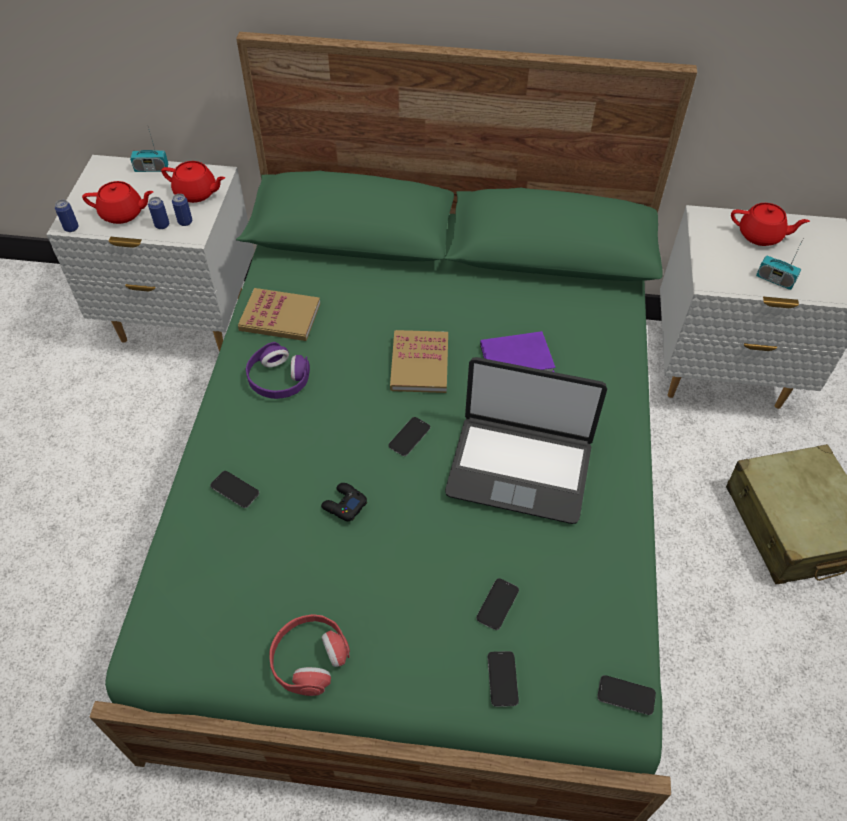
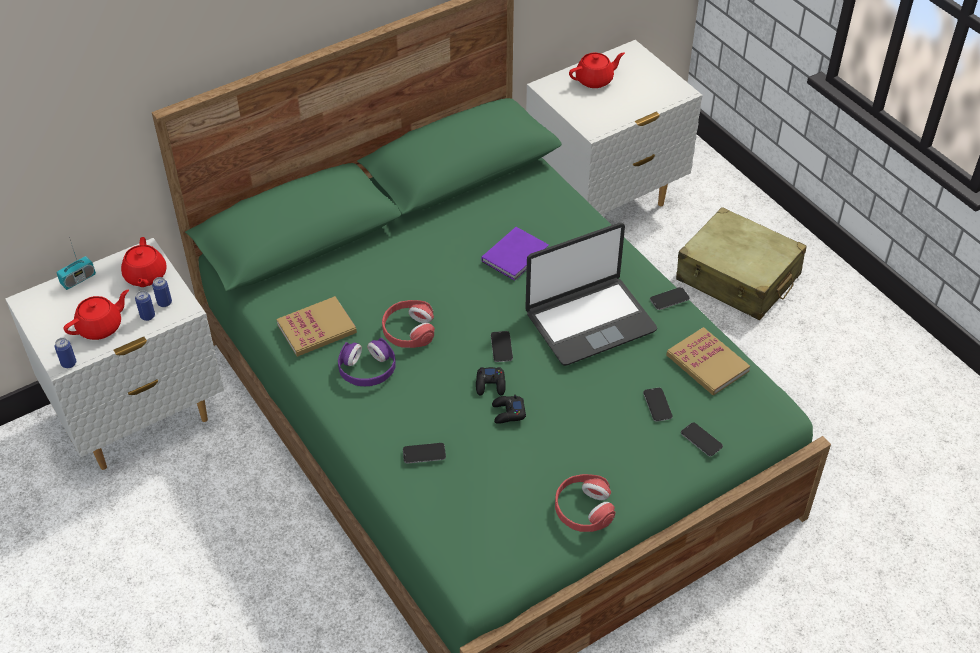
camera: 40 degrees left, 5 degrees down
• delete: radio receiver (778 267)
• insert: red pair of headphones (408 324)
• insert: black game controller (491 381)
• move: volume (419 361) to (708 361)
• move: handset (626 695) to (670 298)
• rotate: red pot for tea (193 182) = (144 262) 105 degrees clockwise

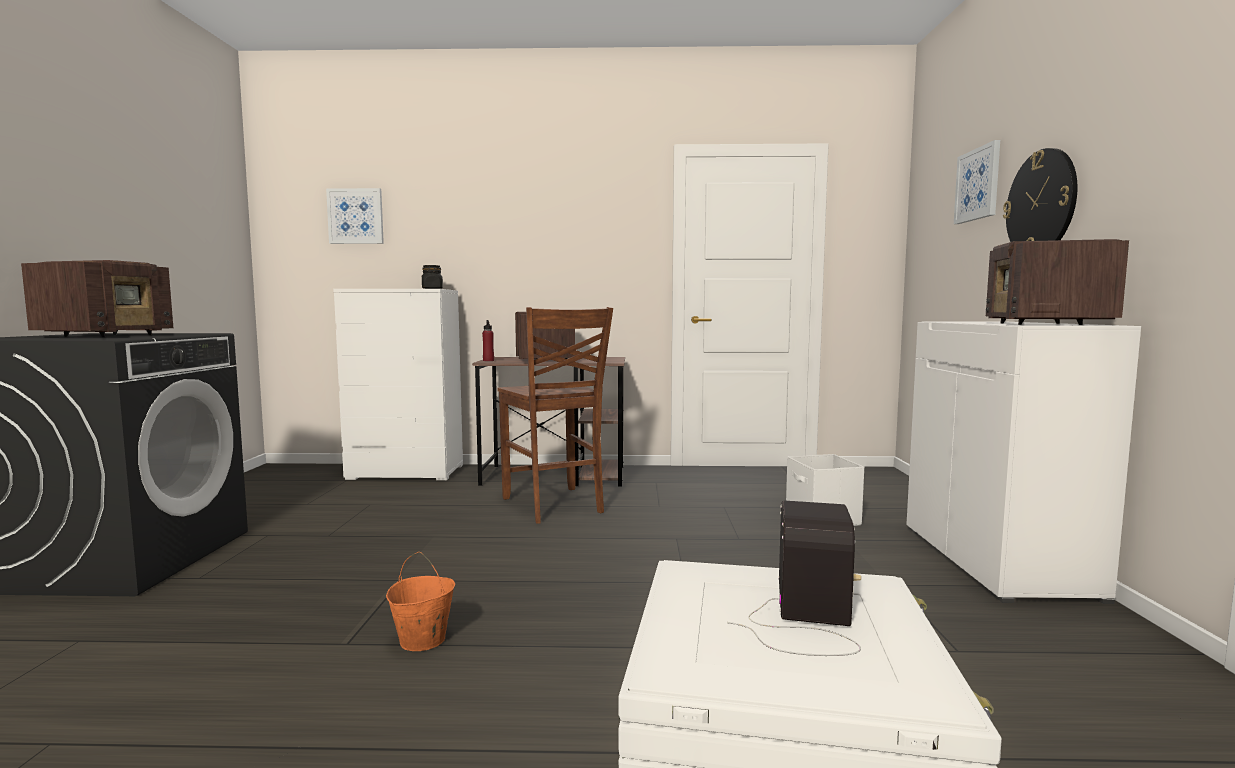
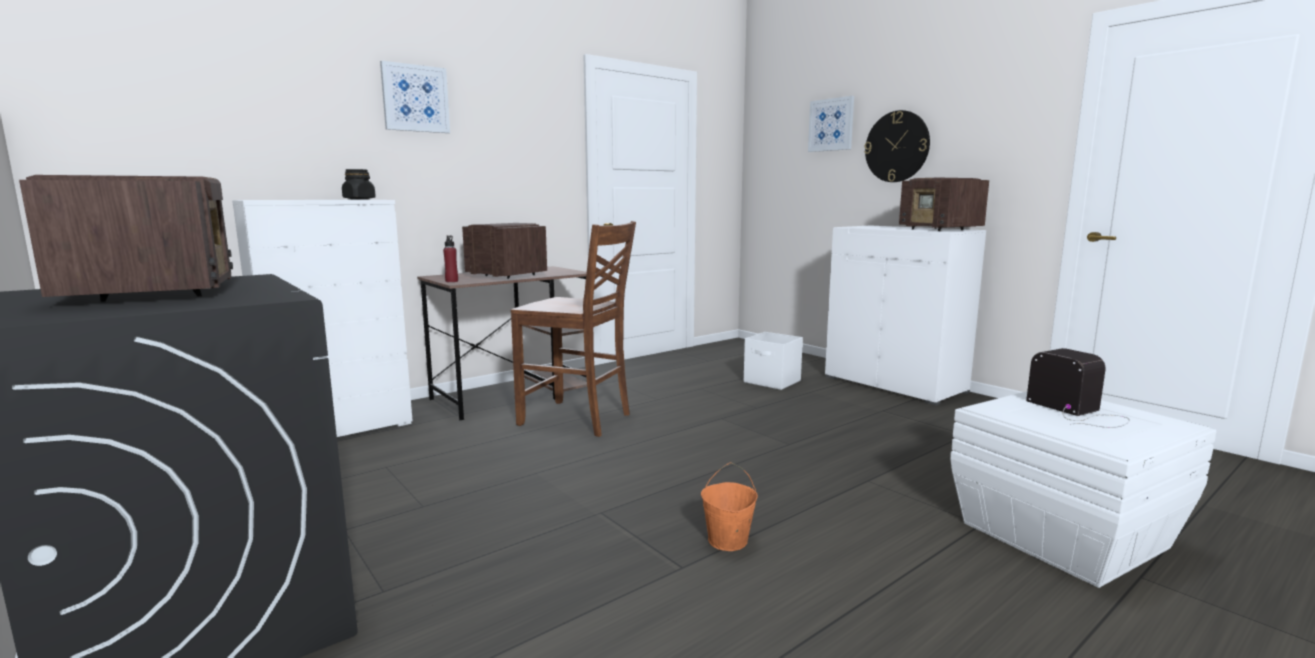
camera: 40 degrees left, 5 degrees up
• move: wall picture (355 216) to (415 97)

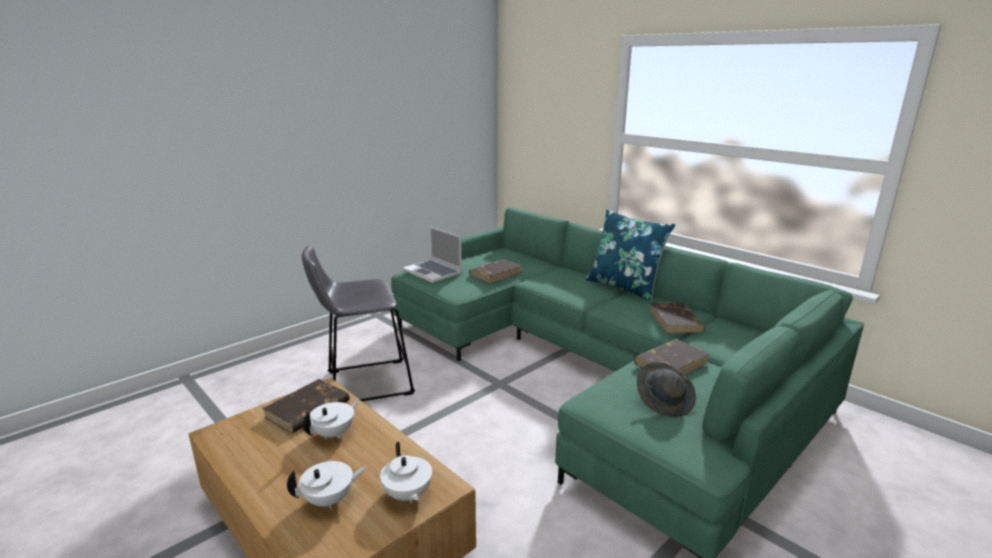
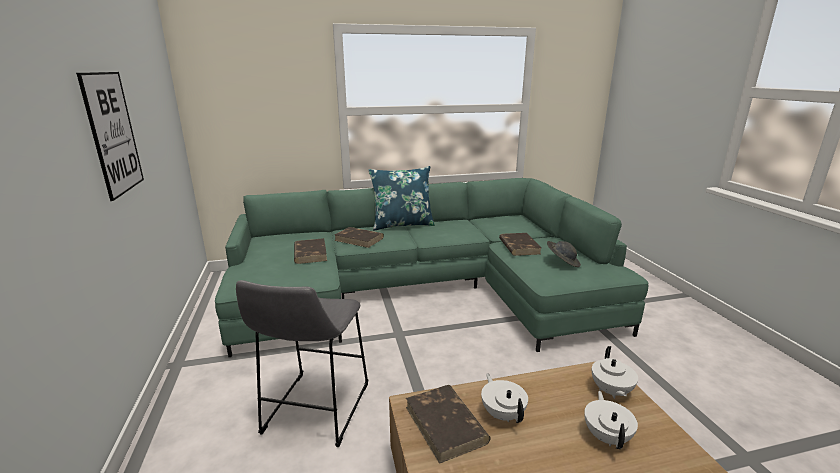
camera: 60 degrees left, 0 degrees up
• delete: laptop (432 254)
• insert: wall picture (110 136)
• move: brown volume (677 317) to (359 237)
• rotate: whitish pot for tea (406 473) = (615 372) 90 degrees clockwise

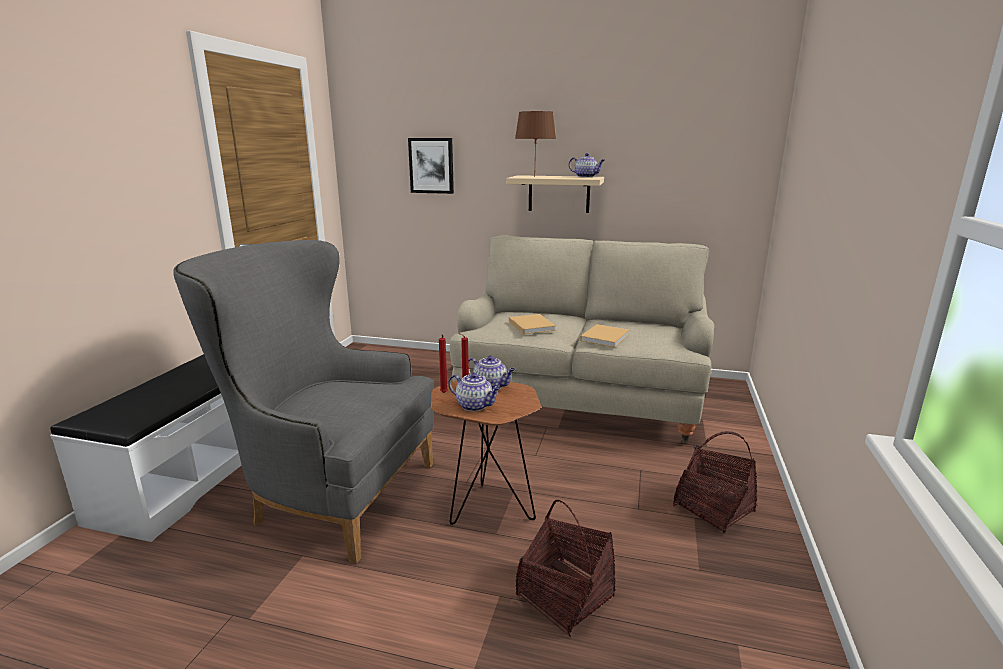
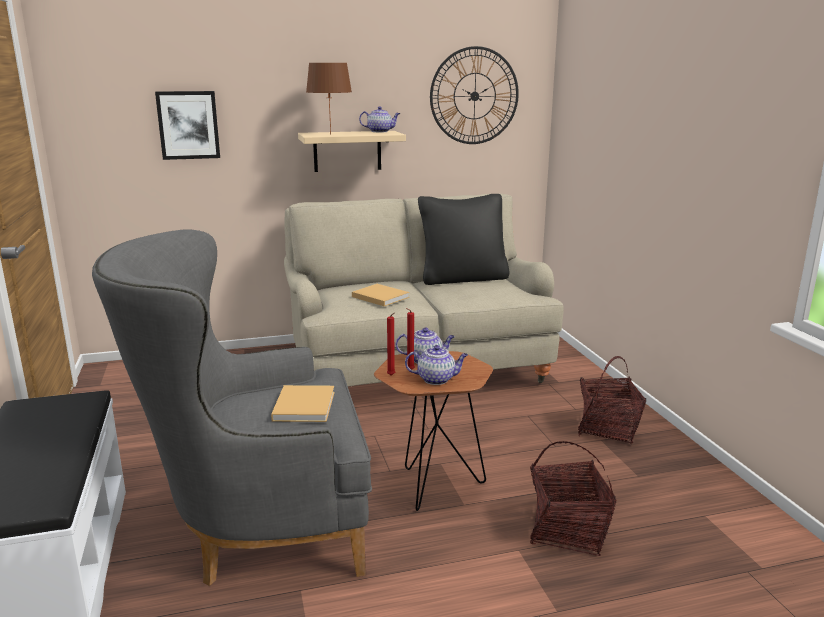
camera: 30 degrees left, 0 degrees up
• insert: black throw pillow (464 239)
• insert: clock on the wall (474 95)
• move: sand-coloured volume (604 335) to (303 403)

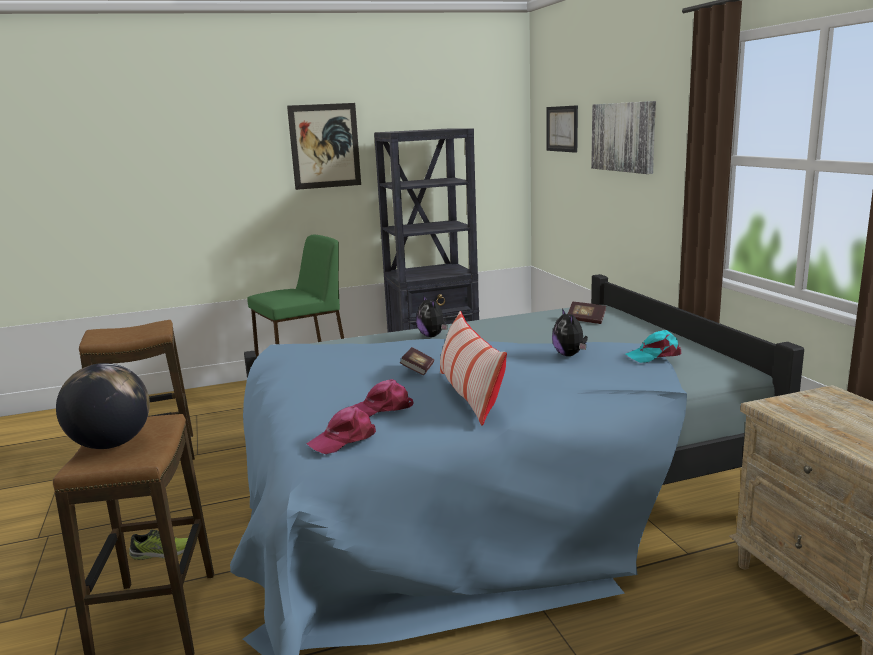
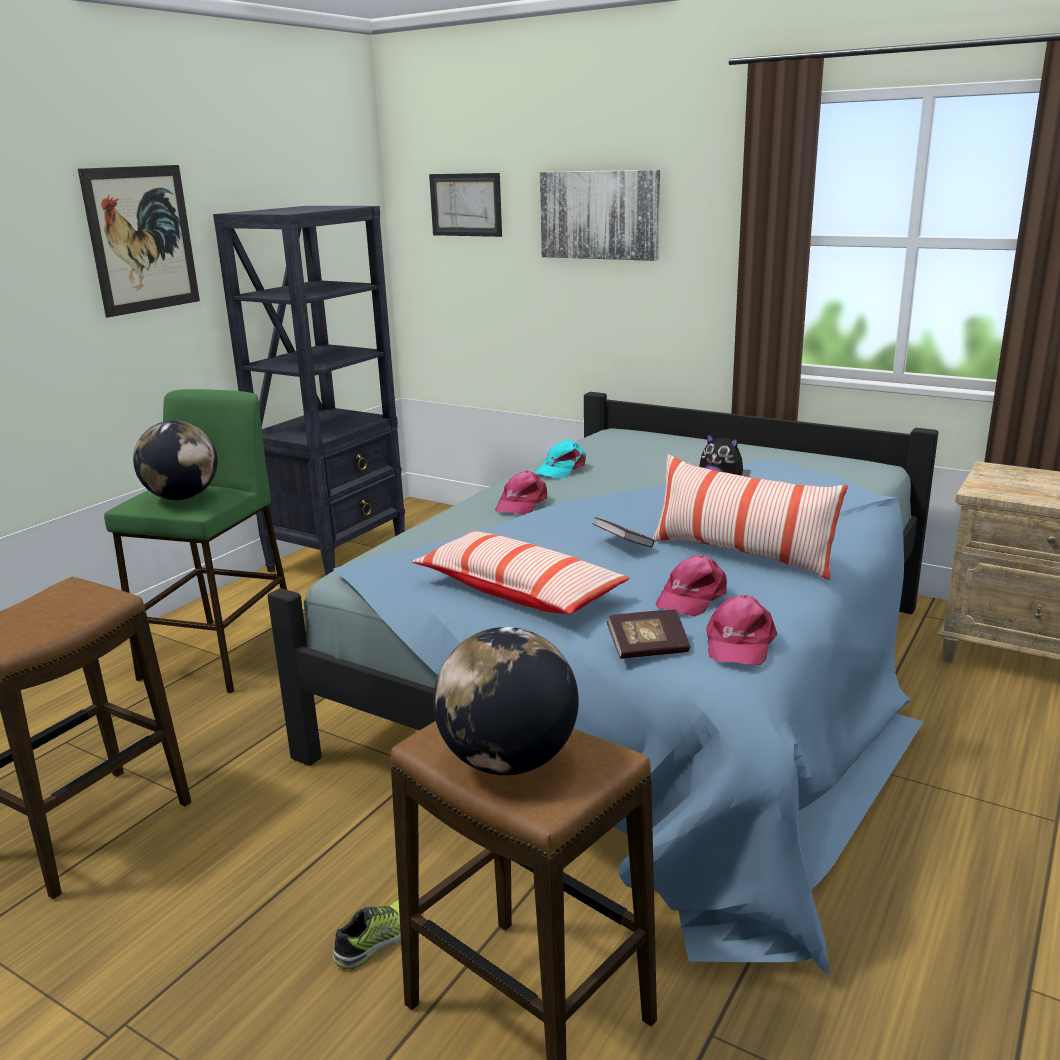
camera: 40 degrees left, 5 degrees up
• insert: desk globe (175 460)
• insert: throw pillow (521 572)
• move: volume (587 313) to (648 634)
• move: blue-green cap (653 346) to (560 459)
• replace: plush toy (431 316) to pink-coloured cap (521 492)

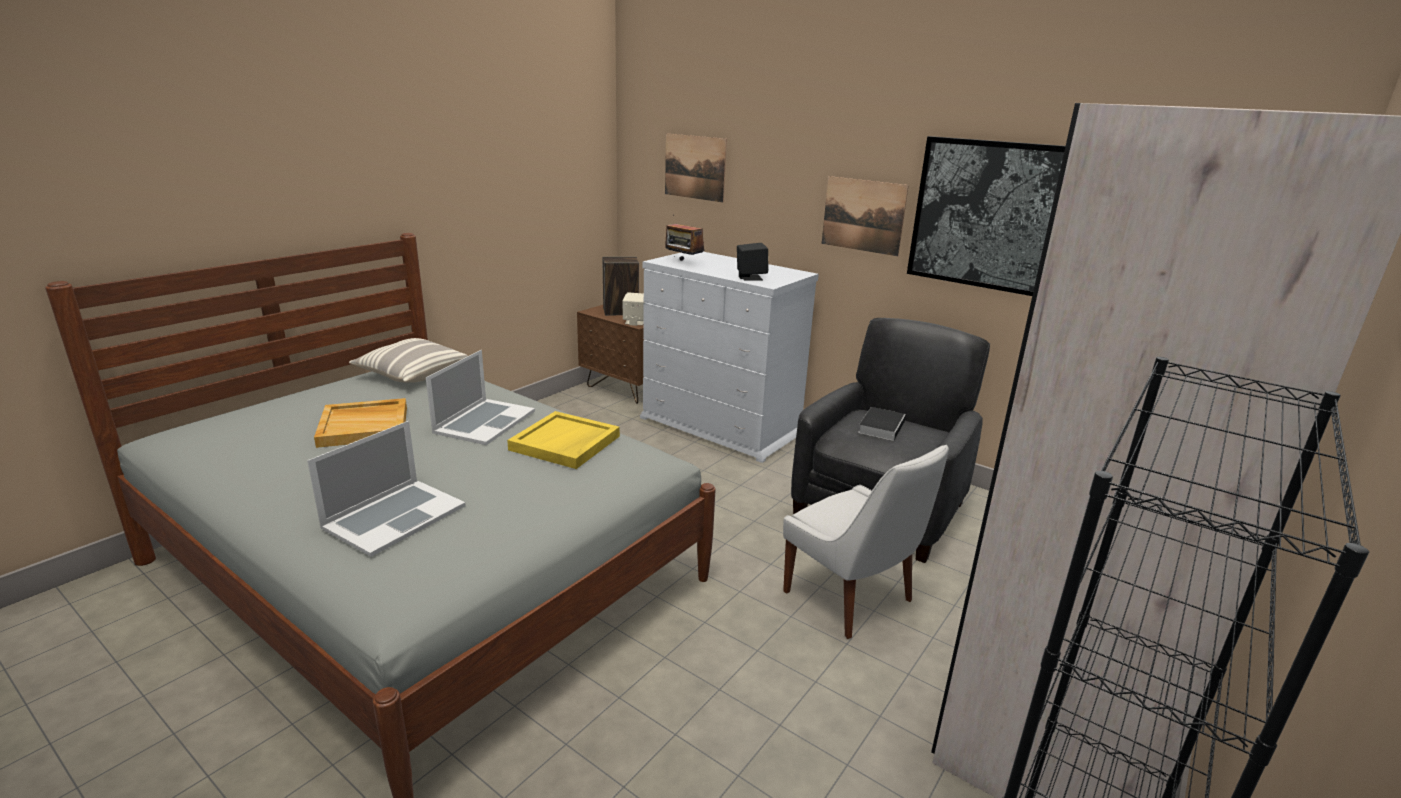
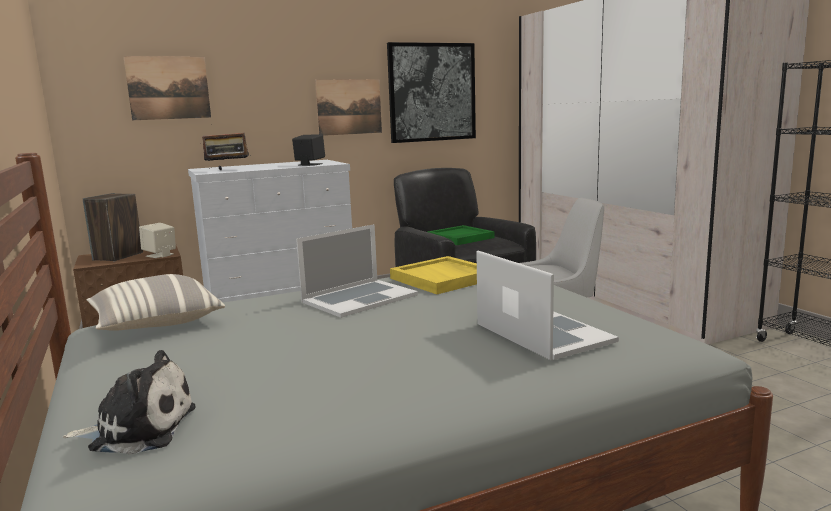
camera: 60 degrees left, 10 degrees down
• delete: sand-coloured serving tray (360 423)
• insert: plush toy (129 402)
• replace: volume (882 424) to greenish serving tray (461 235)
• rotate: laptop (480 397) = (357 271) 90 degrees clockwise

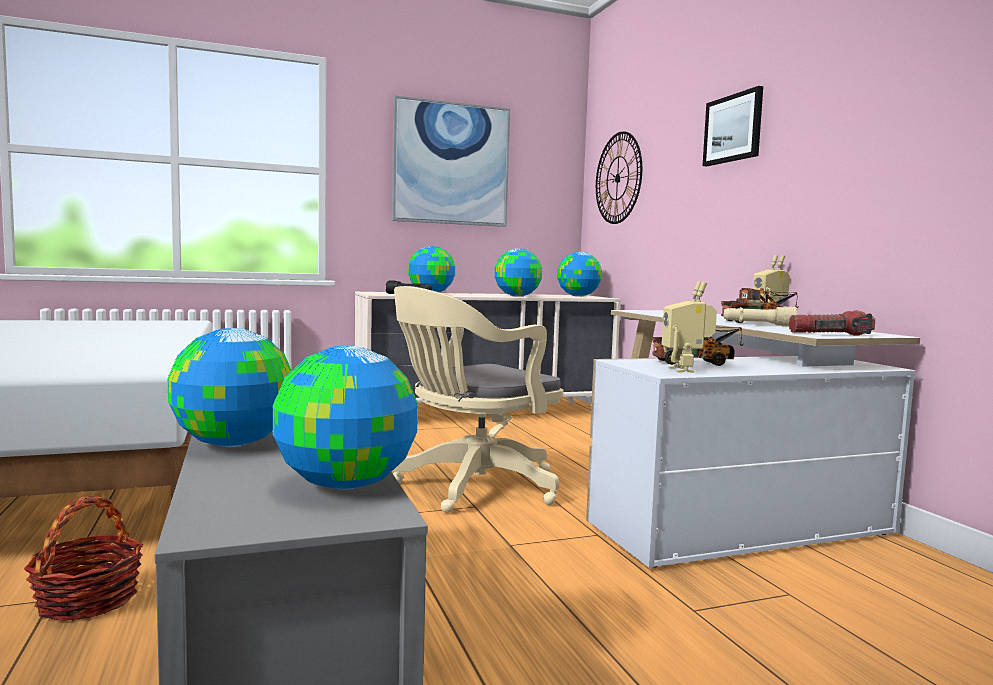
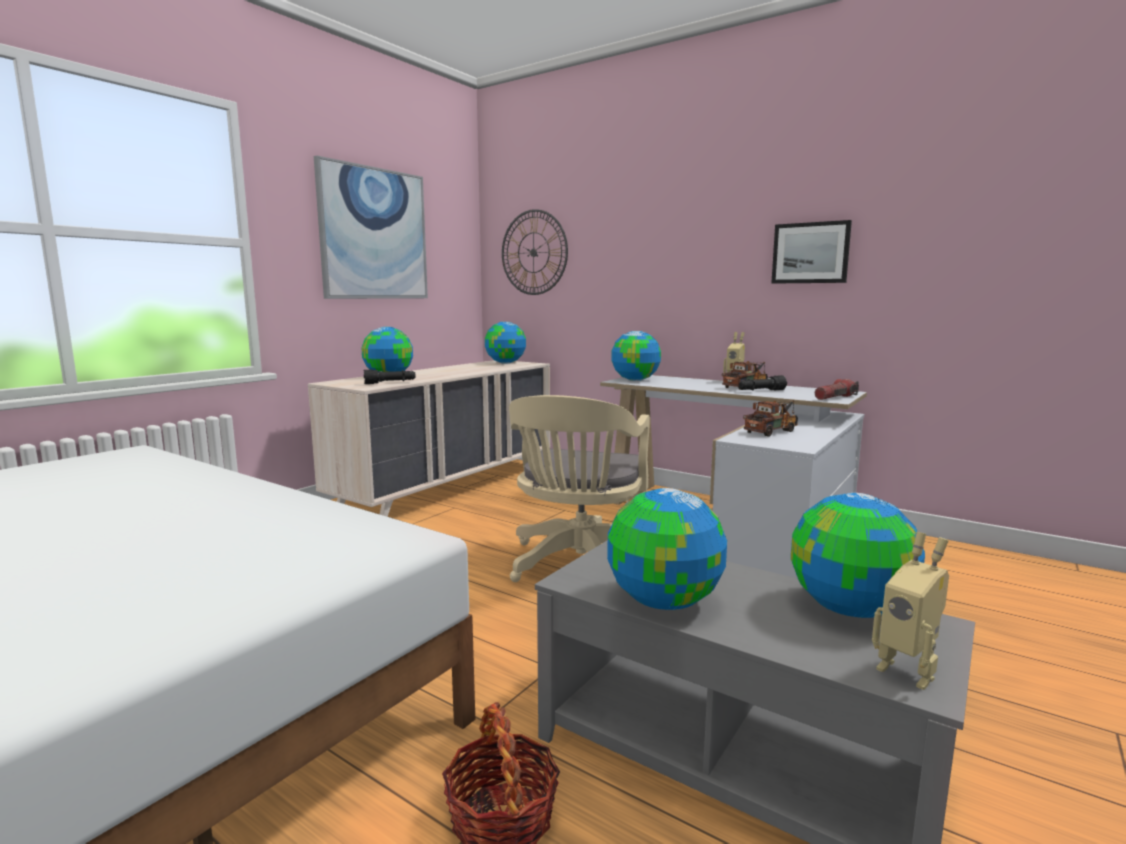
camera: 35 degrees left, 5 degrees up
• move: desk globe (518 273) to (636 356)
• move: robot figure (689 327) to (910 611)
• move: wall picture (733 126) to (811 251)
• recolor: sand-coloured flashlight (760 317) to black flashlight (763 383)

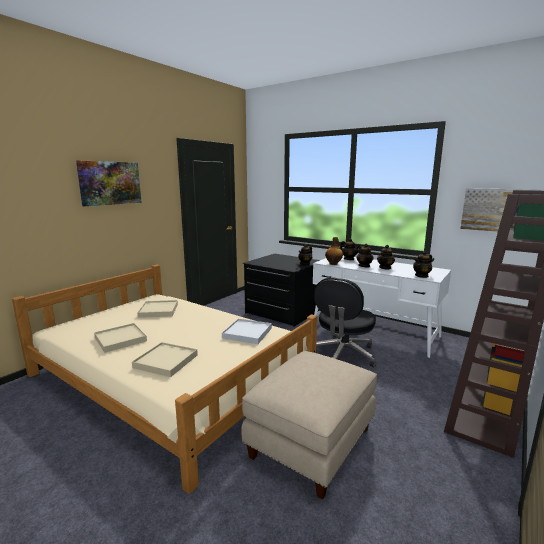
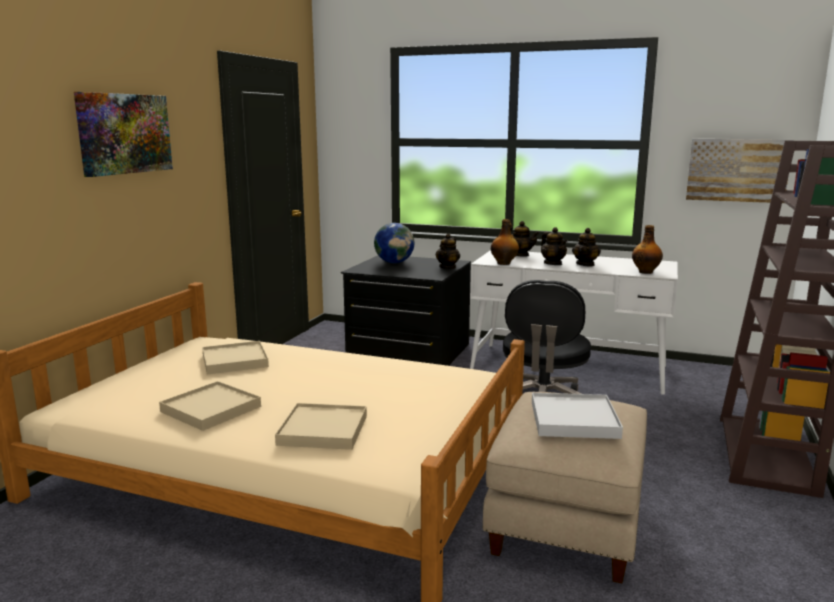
camera: 15 degrees left, 0 degrees up
• insert: desk globe (394 243)
• move: whitish serving tray (247 331) to (577 416)
• replace: pot for tea (422 264) to beverage bottle (647 249)

